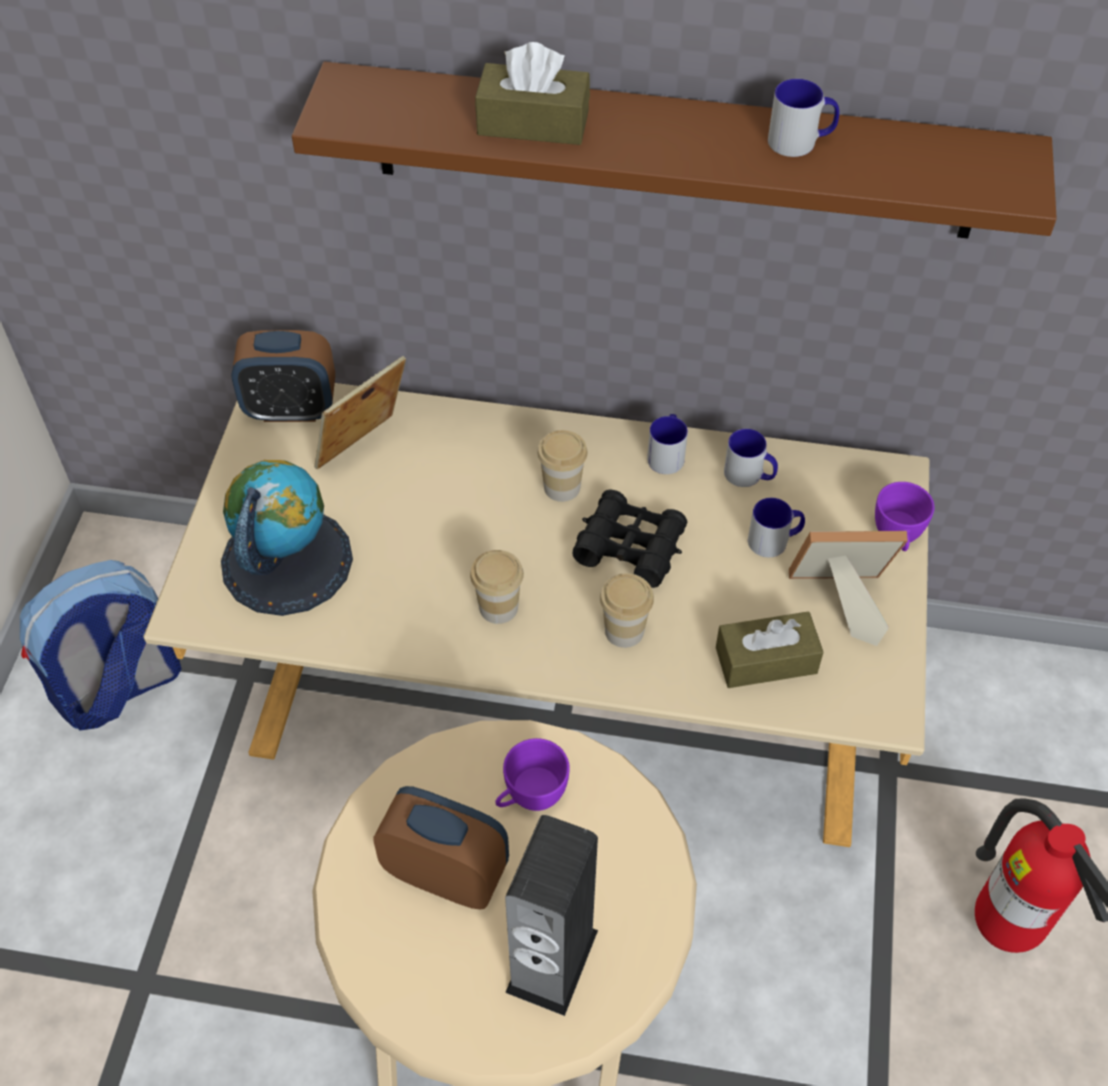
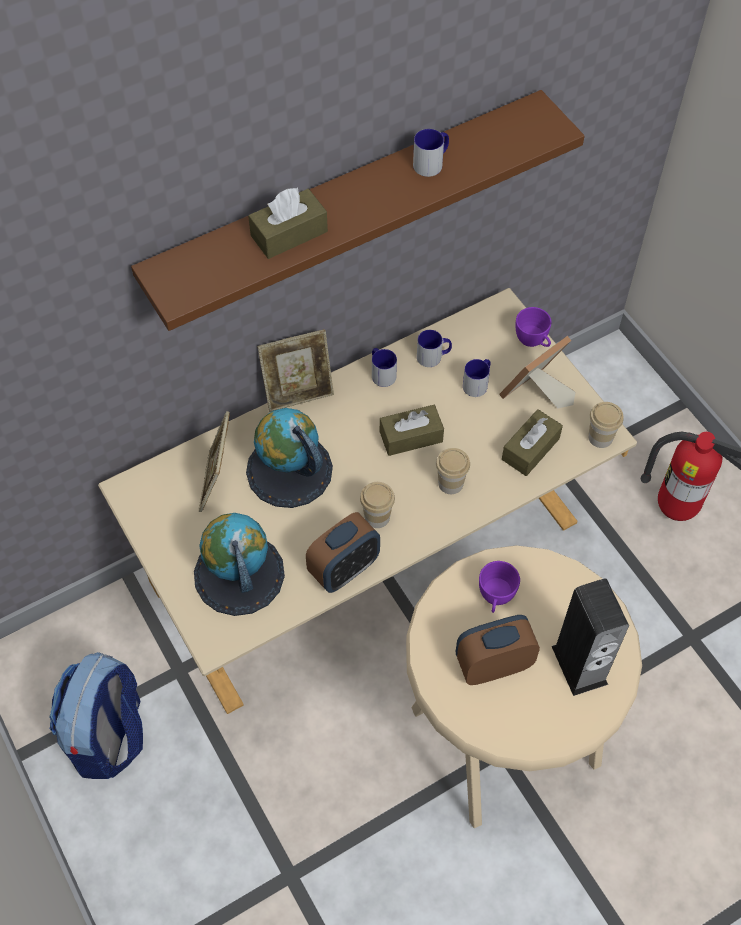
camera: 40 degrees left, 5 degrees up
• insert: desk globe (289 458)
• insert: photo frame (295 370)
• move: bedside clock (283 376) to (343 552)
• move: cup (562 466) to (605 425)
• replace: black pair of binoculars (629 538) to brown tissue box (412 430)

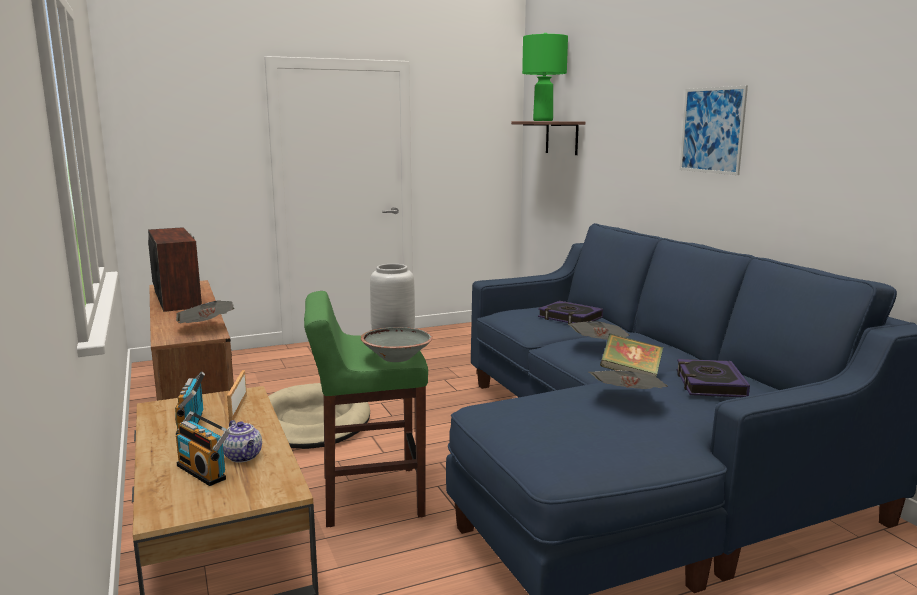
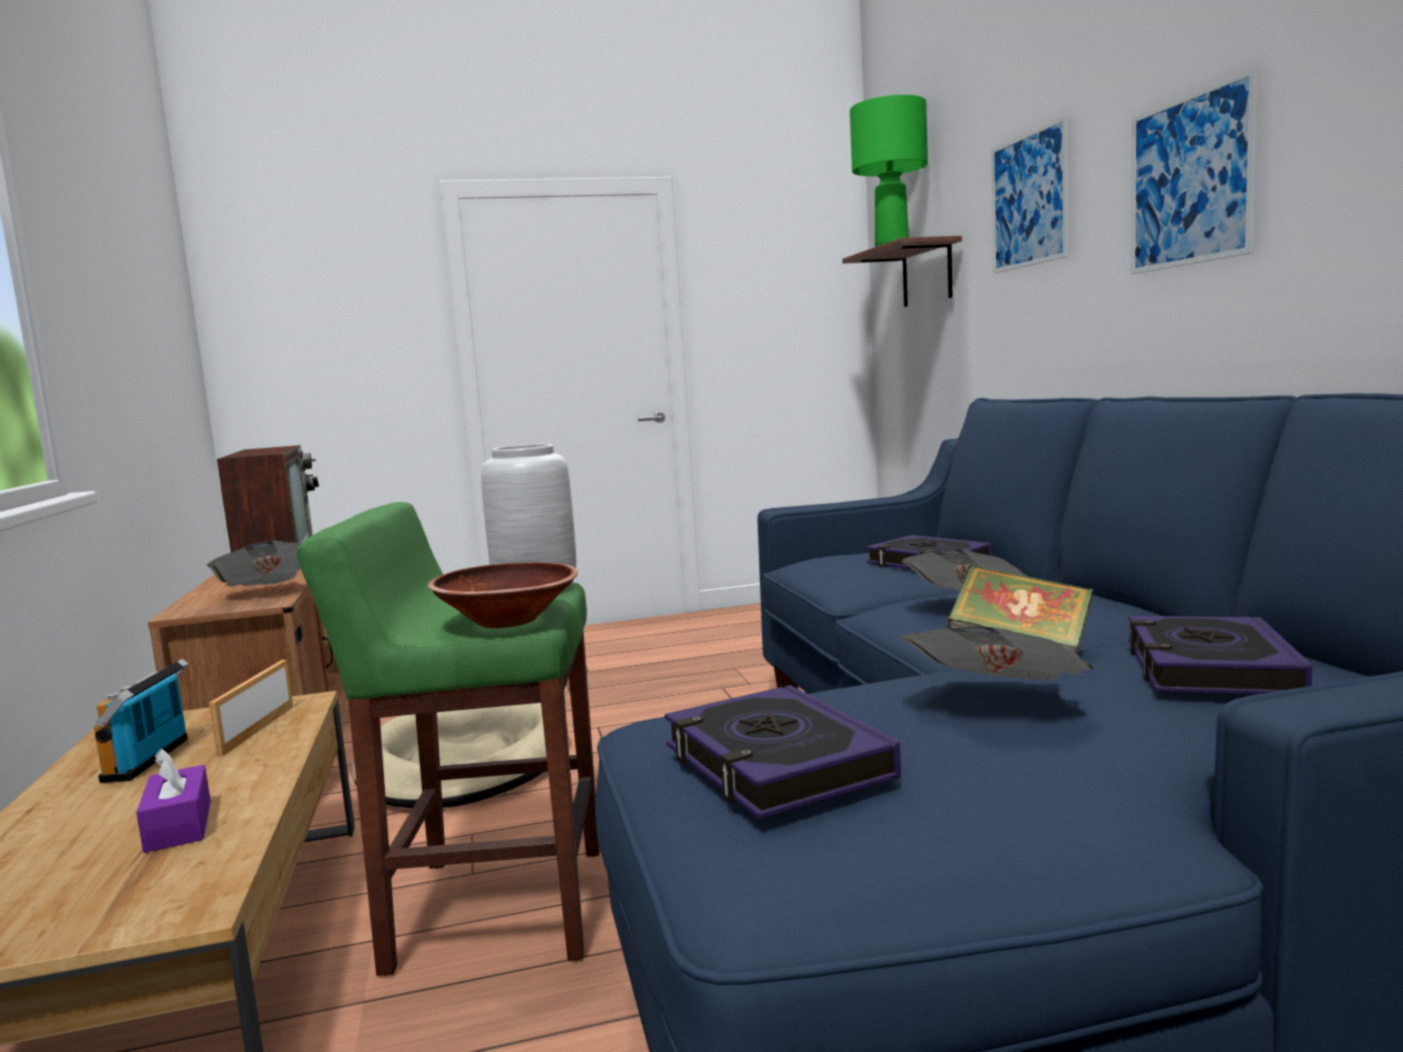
camera: 10 degrees right, 5 degrees down
• delete: radio receiver (203 448)
• insert: volume (782 752)
• insert: wall picture (1030 194)
• replace: pot for tea (242 441) to purple-coloured tissue box (173 801)
• recolor: greyish serving bowl (396 344) to brown serving bowl (503 595)

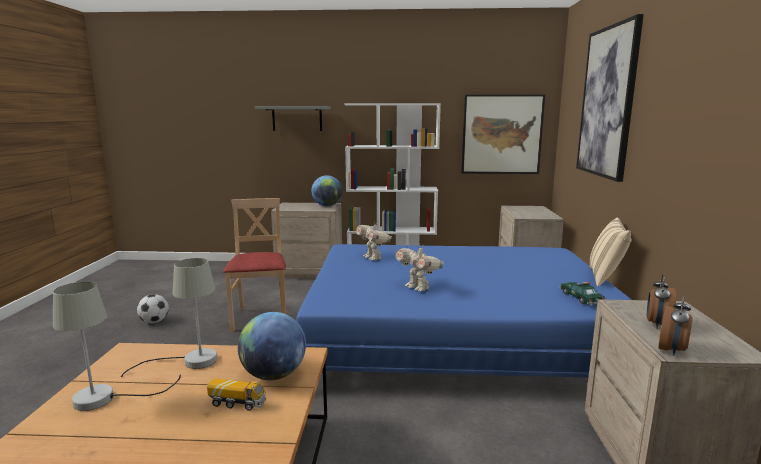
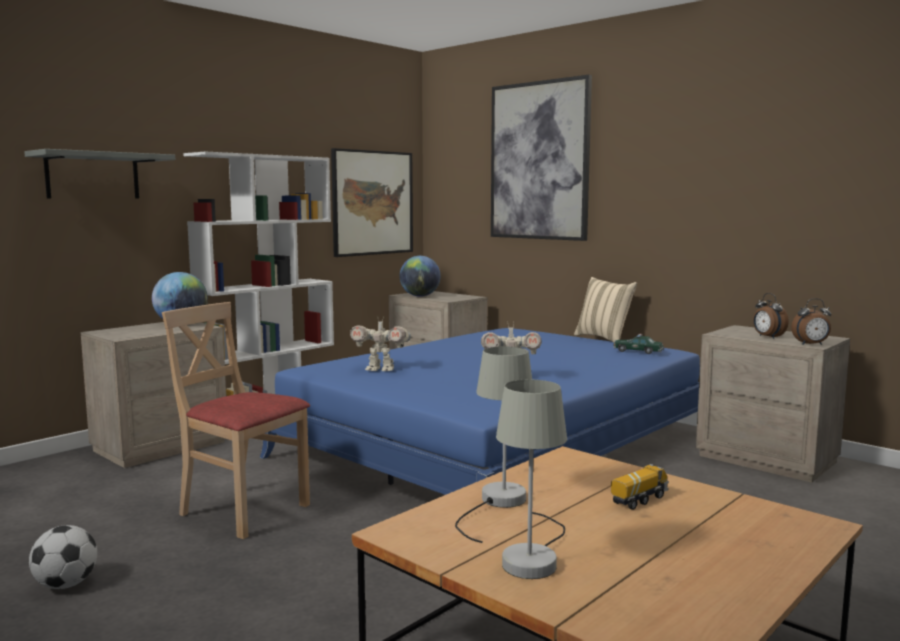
camera: 50 degrees left, 5 degrees down
• move: desk globe (272 346) to (420 276)
• rotate: bedside clock (676 325) = (811 321) 105 degrees clockwise

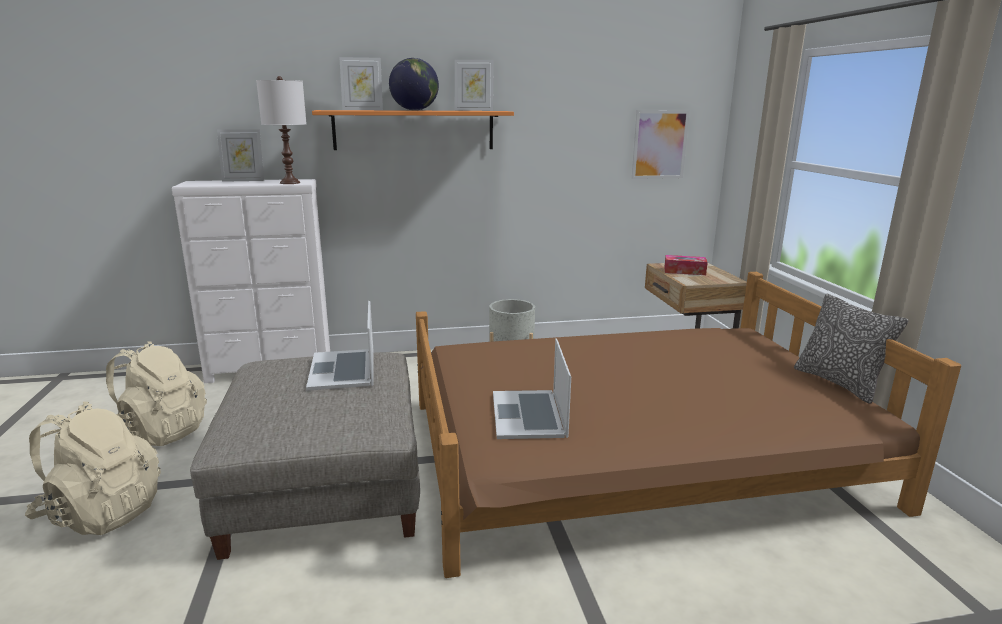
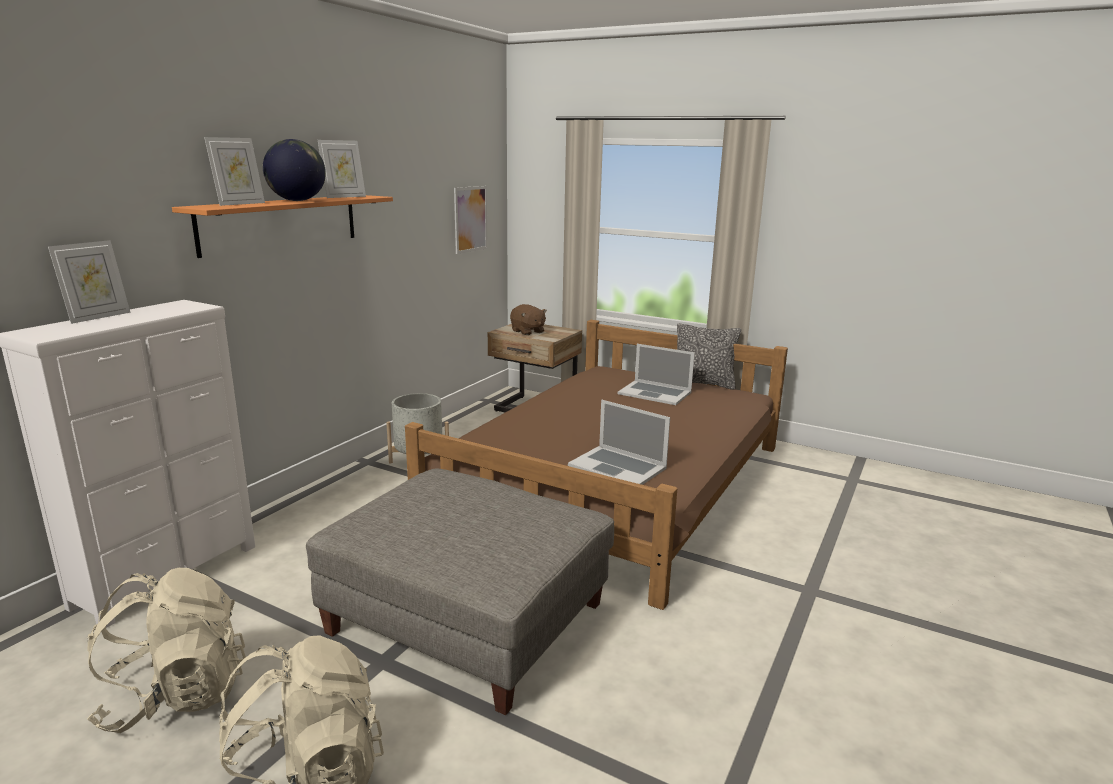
camera: 50 degrees left, 0 degrees up
• delete: whitish lamp for a table (281 130)
• move: laptop (340 346) to (656 374)
• replace: tissue box (686 265) to brown plush toy (528 319)

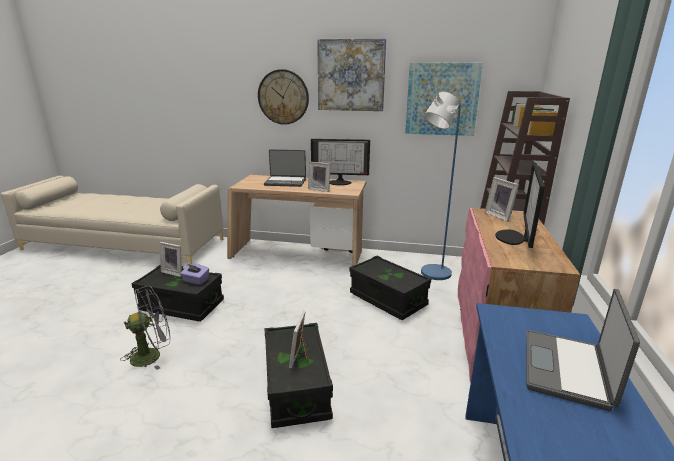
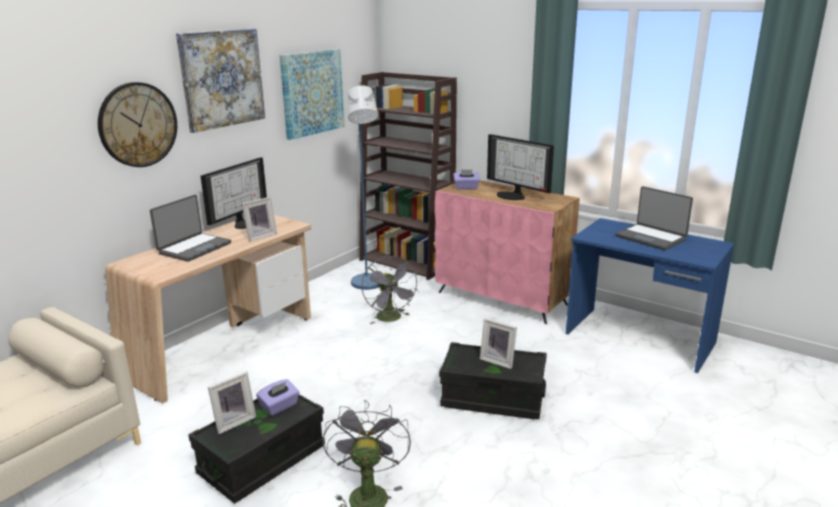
camera: 65 degrees left, 0 degrees up
• replace: black storage container (390 288) to greyish electric fan (390 290)
• replace: photo frame (502 199) to purple-coloured tissue box (466 179)

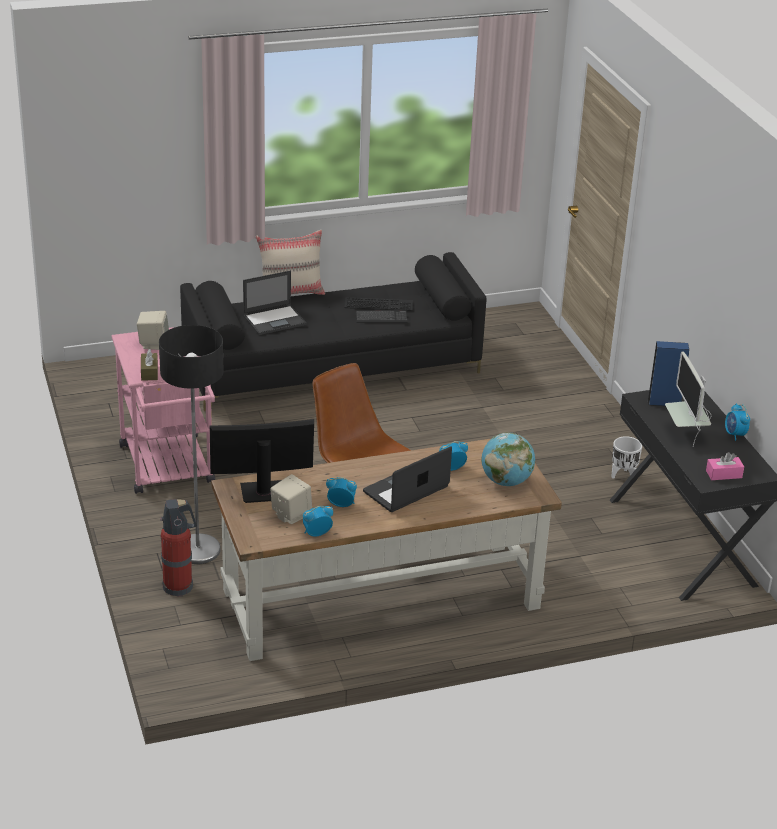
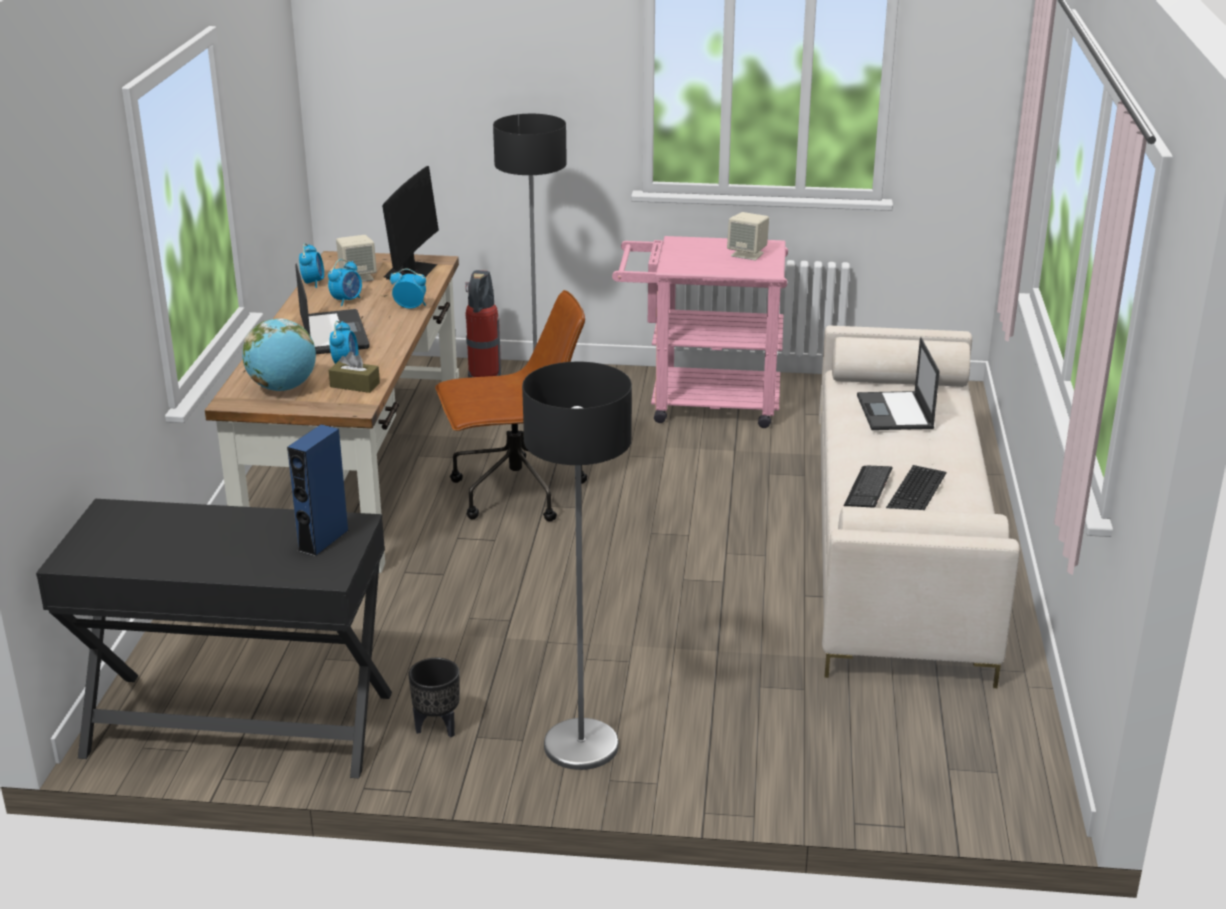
camera: 115 degrees right, 5 degrees down
• delete: sand-coloured throw pillow (290 262)
• delete: computer screen (688 399)
• delete: pink-coloured tissue box (725 466)
• insert: standard lamp (577 565)
• move: brown tissue box (149 365) to (354 372)
• move: bedside clock (737 422) to (408 289)
• recolor: black sofa (333 331) to sand-coloured sofa (919 506)
• recolor: whitish flower pot (626 457) to black flower pot (434 697)

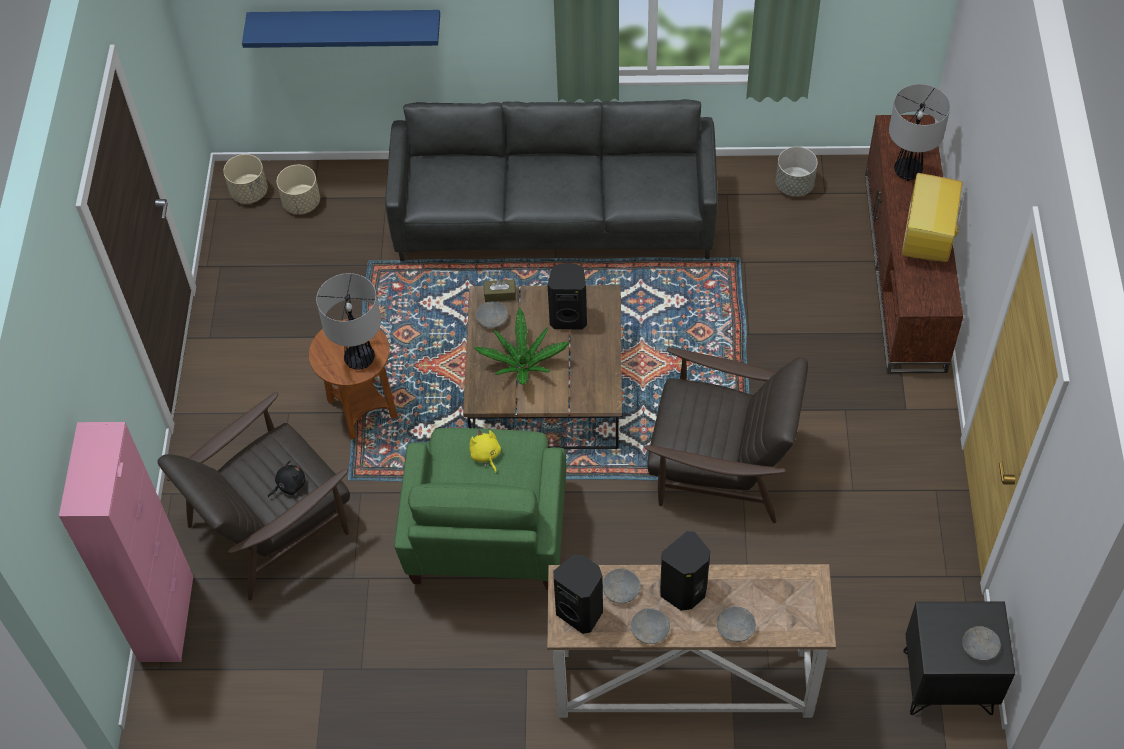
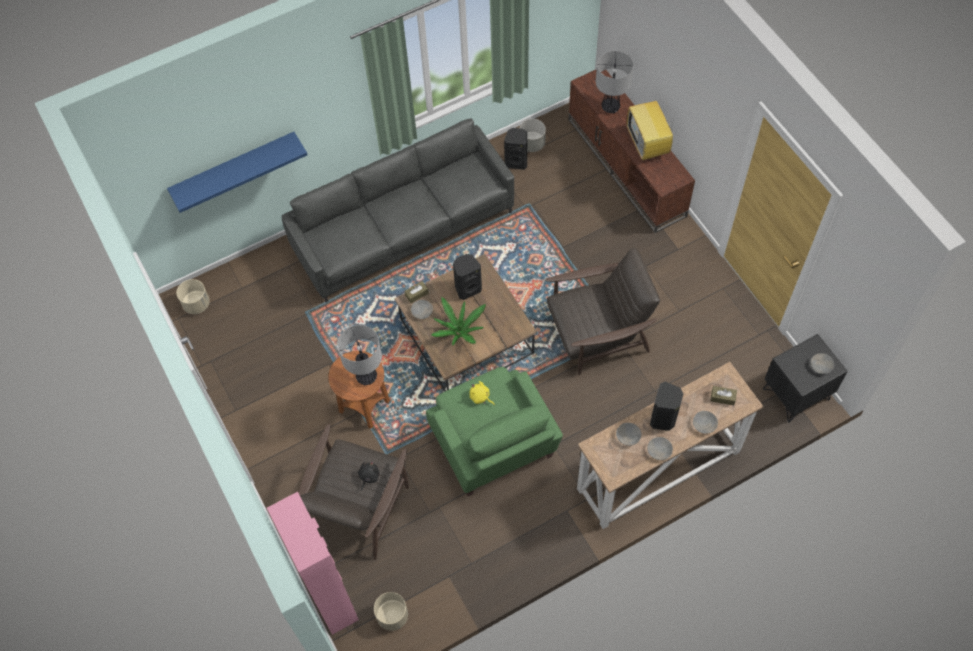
camera: 30 degrees left, 5 degrees up
• insert: brown tissue box (723 395)
• move: sand-coloured flower pot (298 189) to (391 611)
• move: black speaker (578 594) to (515 149)

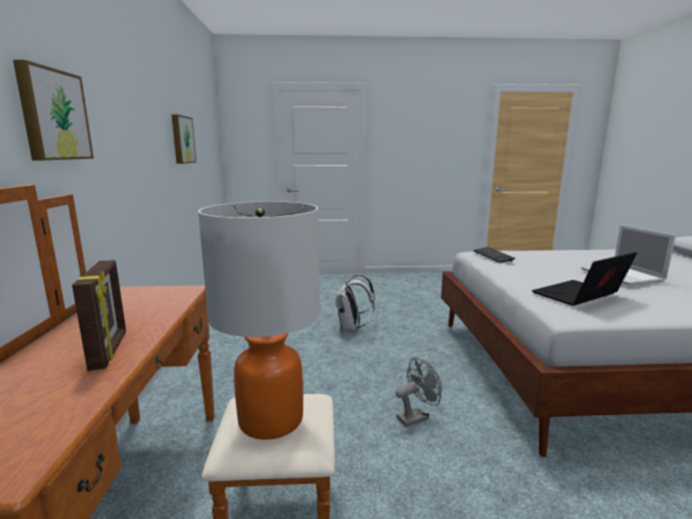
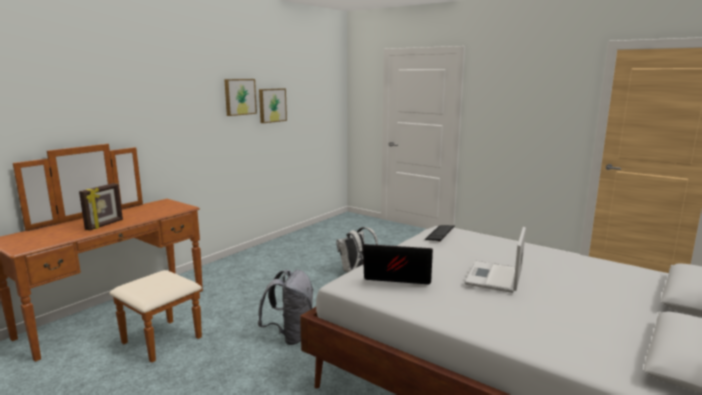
camera: 40 degrees right, 0 degrees up
• delete: lamp for a table (259 320)
• move: wall picture (53 110) to (240 97)
• replace: greyish electric fan (418 392) to greyish knapsack (285 307)

